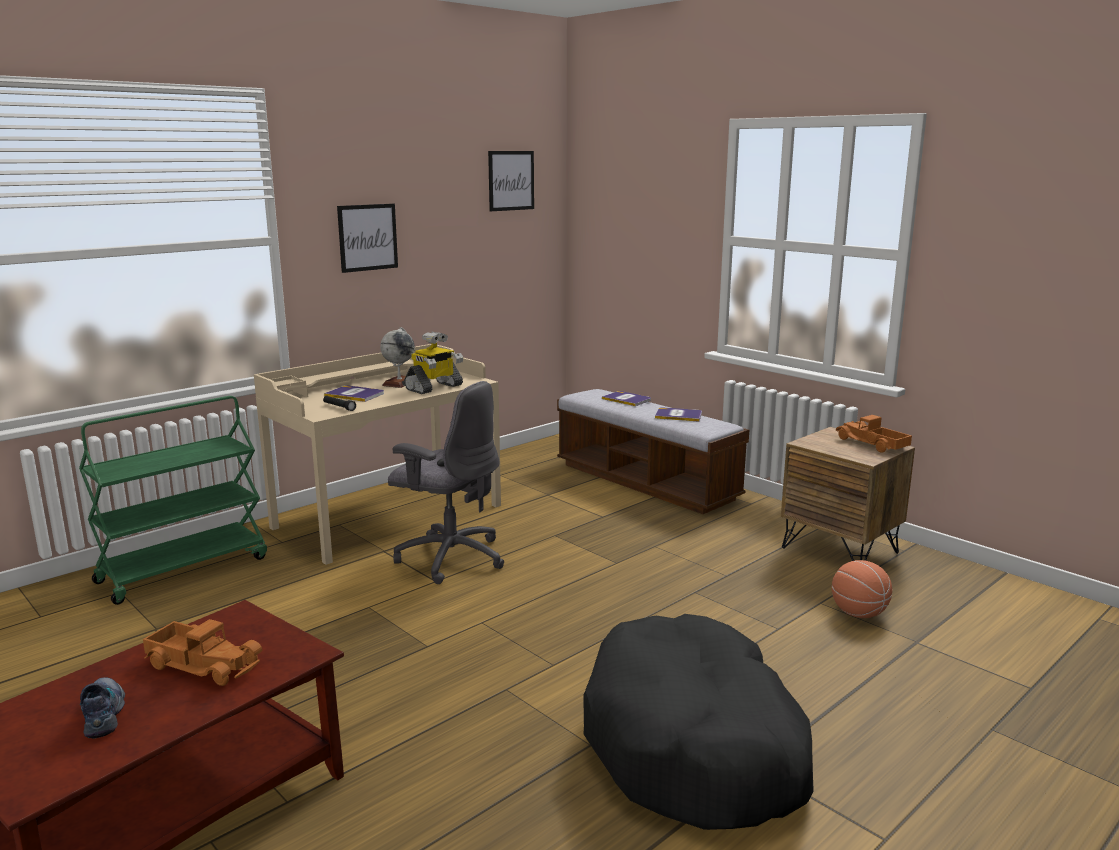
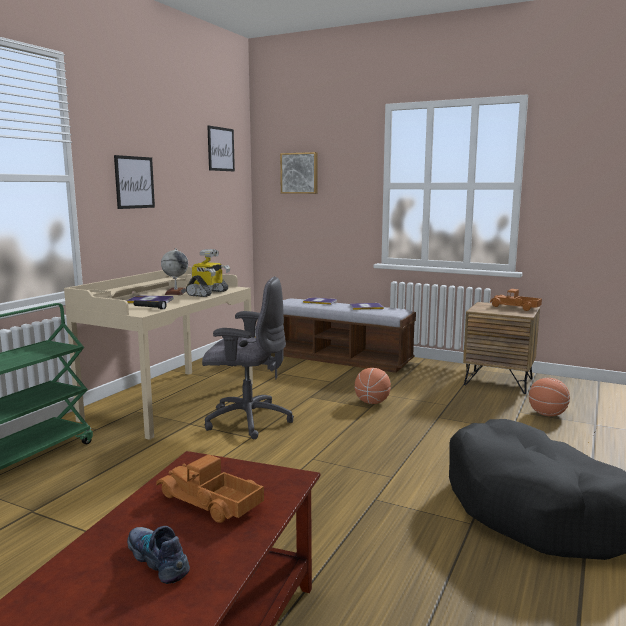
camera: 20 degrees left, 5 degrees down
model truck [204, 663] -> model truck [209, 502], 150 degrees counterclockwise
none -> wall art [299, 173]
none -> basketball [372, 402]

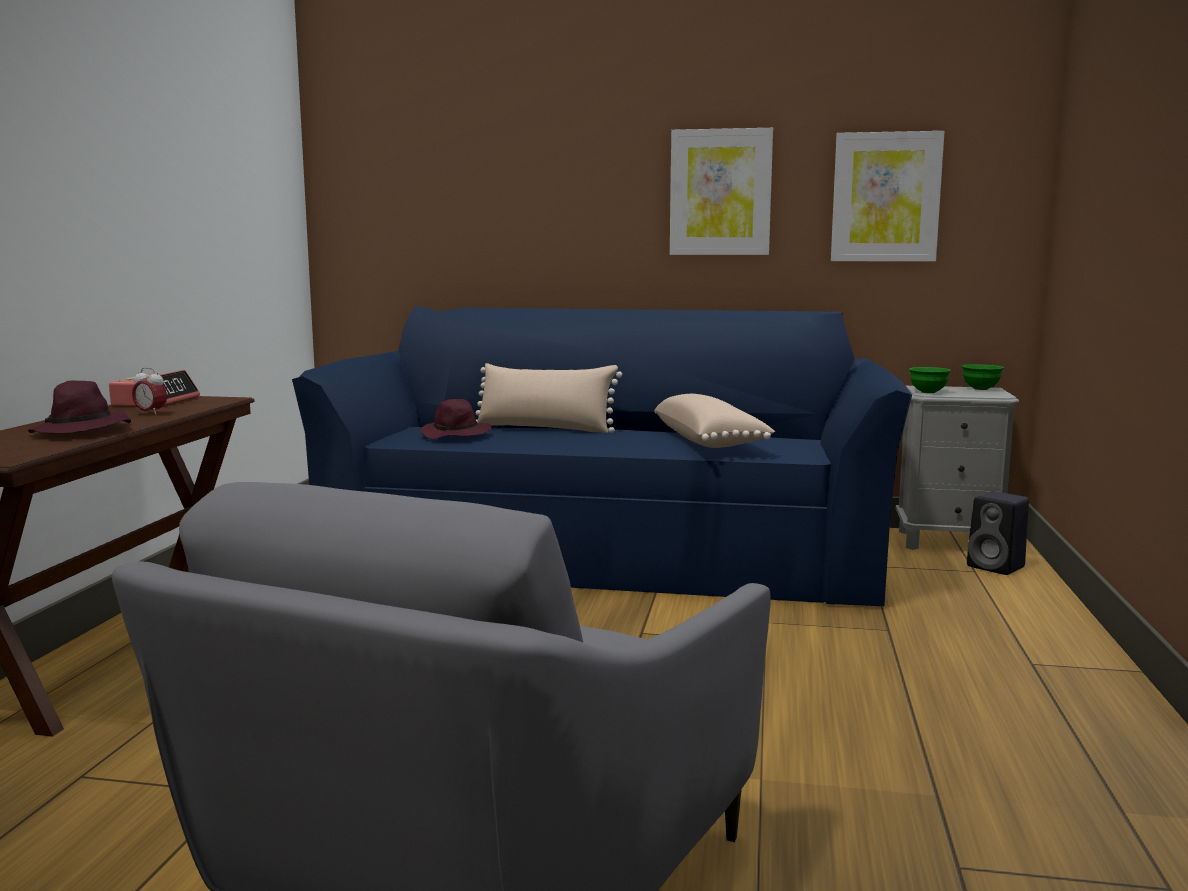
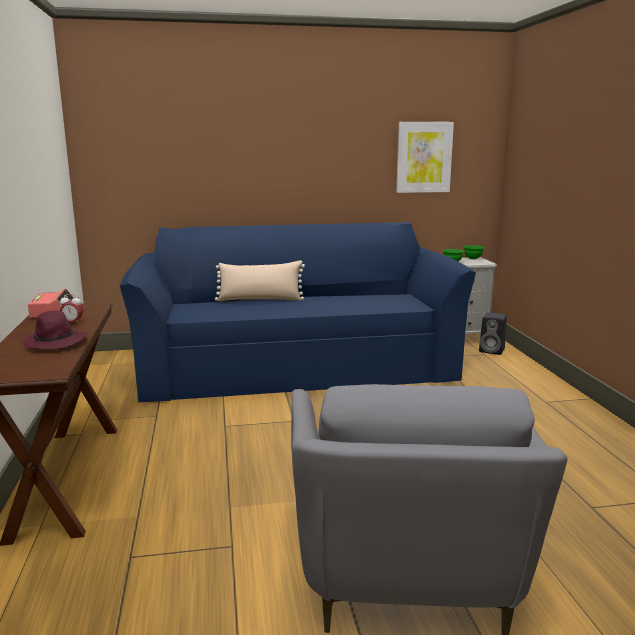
camera: 20 degrees left, 5 degrees up
wearable hat in purplish [456, 434] -> none
throw pillow in beige-coloured [710, 442] -> none
wall art [720, 192] -> none

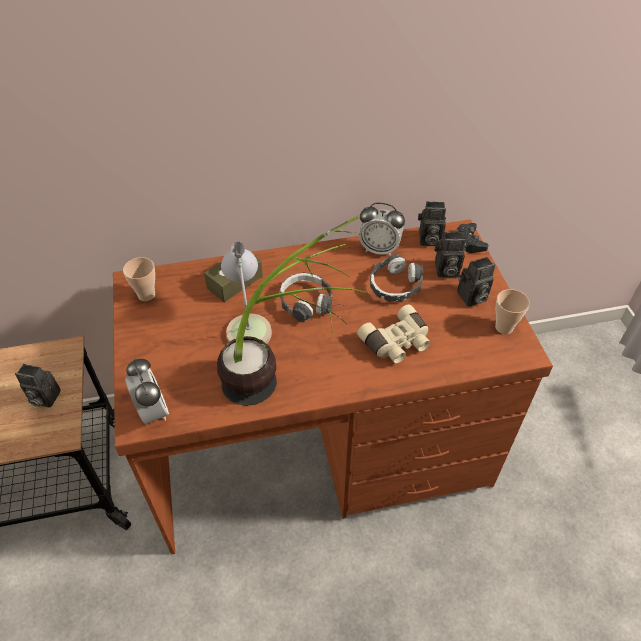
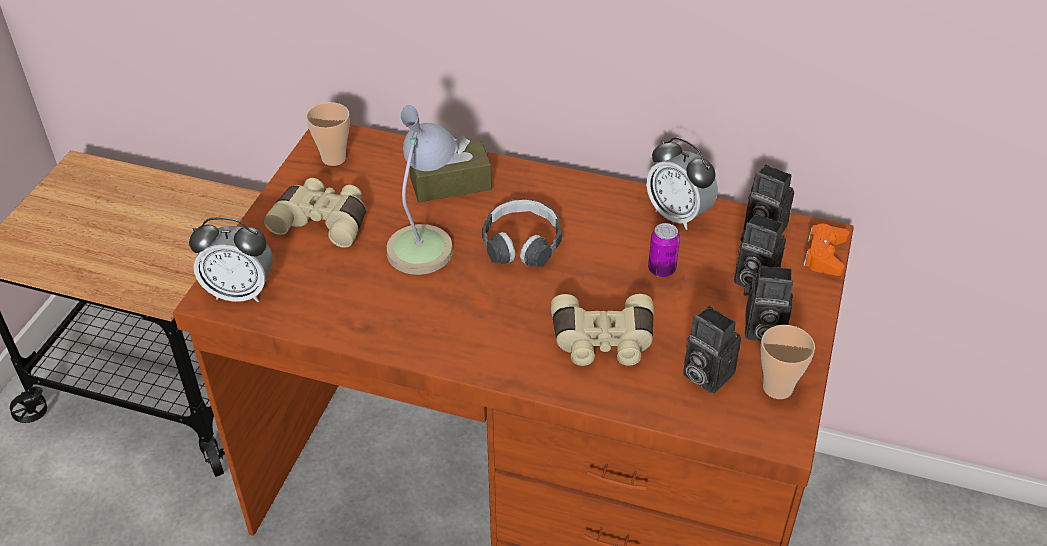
camera: 30 degrees right, 5 degrees down
photo camera [43, 398] -> photo camera [704, 374], move
alarm clock [152, 411] -> alarm clock [240, 292], 90 degrees clockwise
potted plant [282, 376] -> none
pair of headphones [395, 285] -> can [661, 270]
joypad in black-coloured [470, 242] -> joypad in orange-coloured [824, 255]
none -> pair of binoculars in beige-coloured [323, 221]

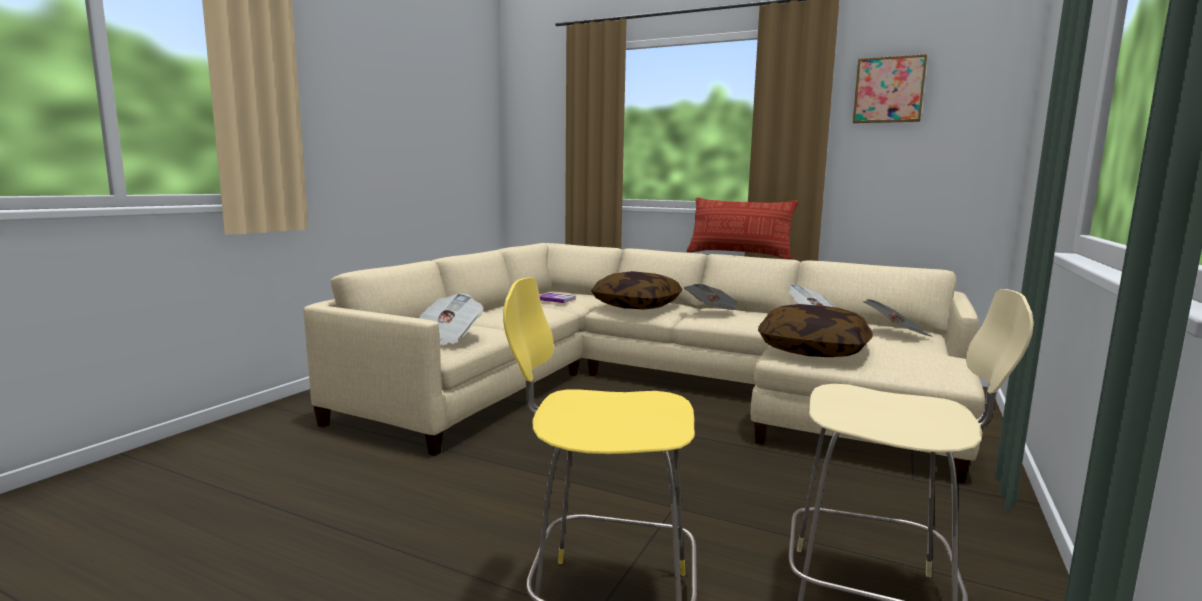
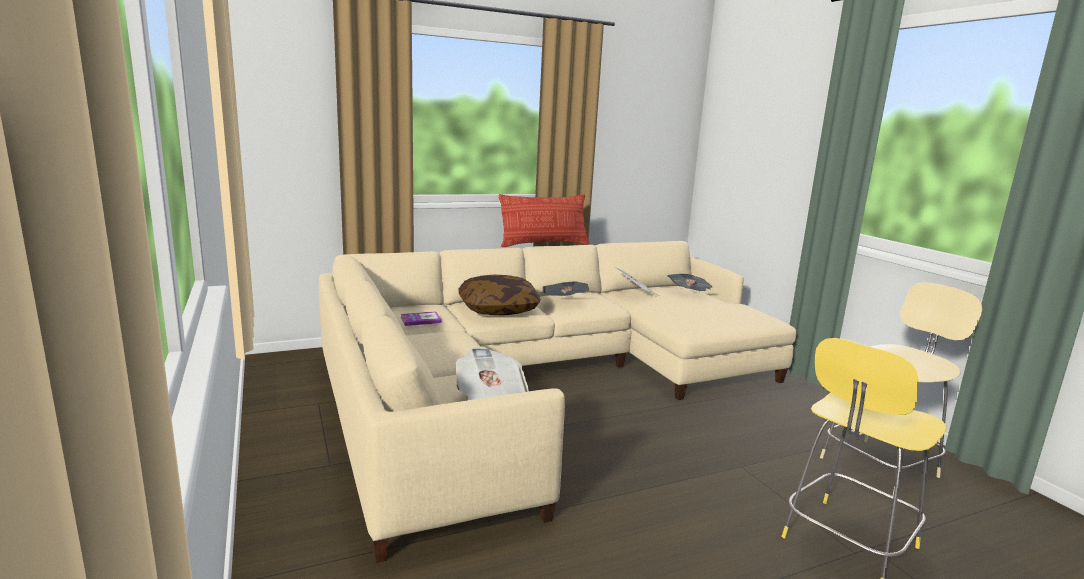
camera: 50 degrees left, 5 degrees up
throw pillow [813, 350] -> none
wall art [889, 90] -> none

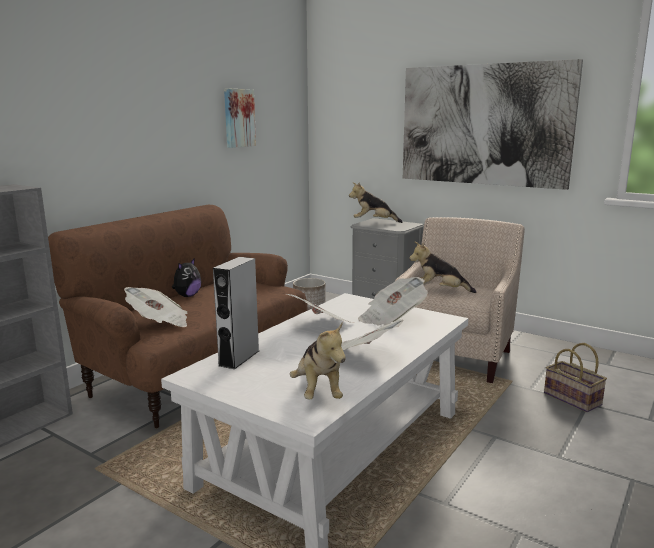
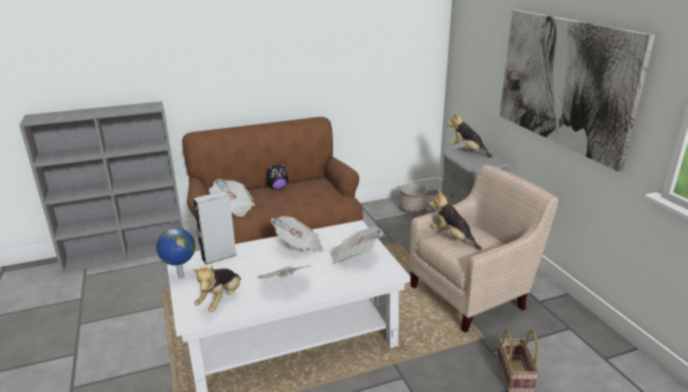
camera: 35 degrees right, 10 degrees up
wall art [238, 118] -> none
none -> desk globe [180, 277]

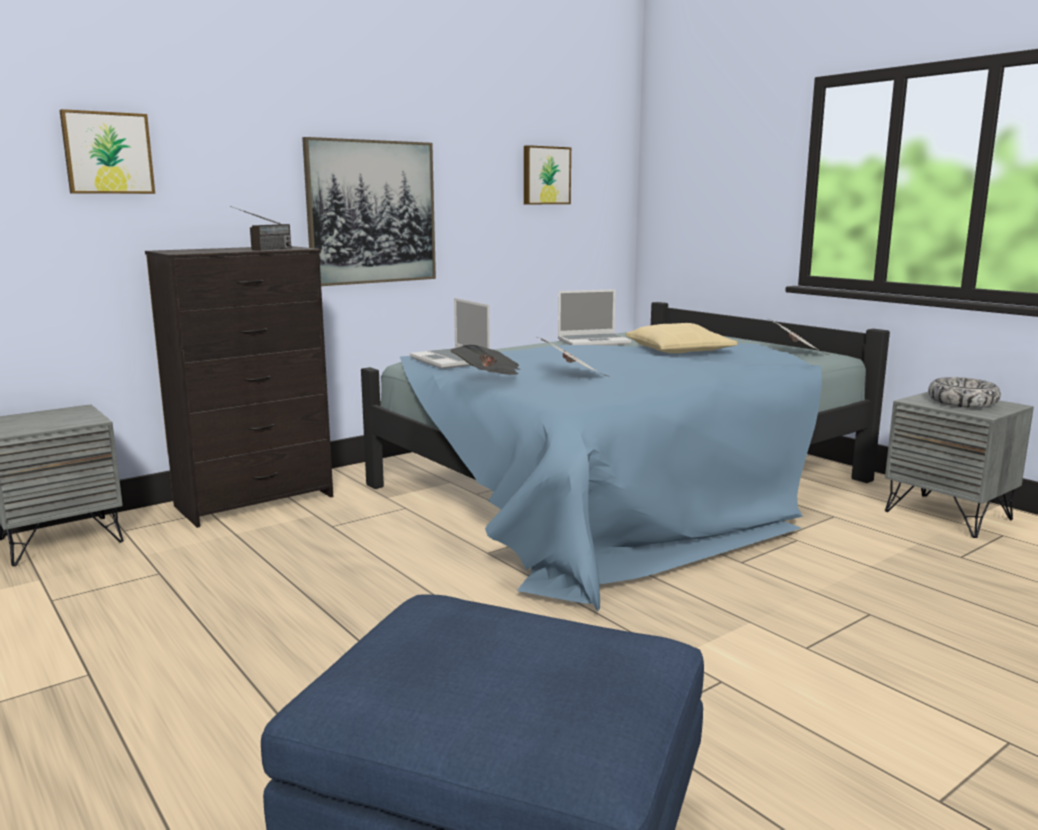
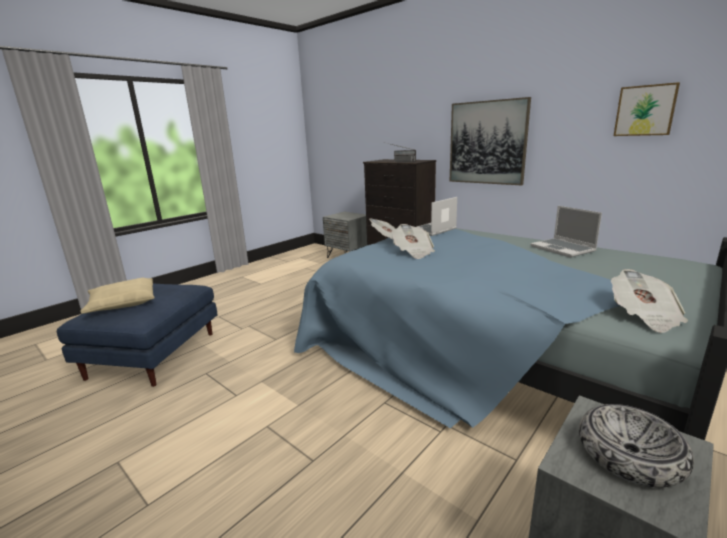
camera: 80 degrees right, 5 degrees up
wall art [107, 153] -> none
throw pillow in beige-coloured [679, 351] -> throw pillow in beige-coloured [122, 303], move

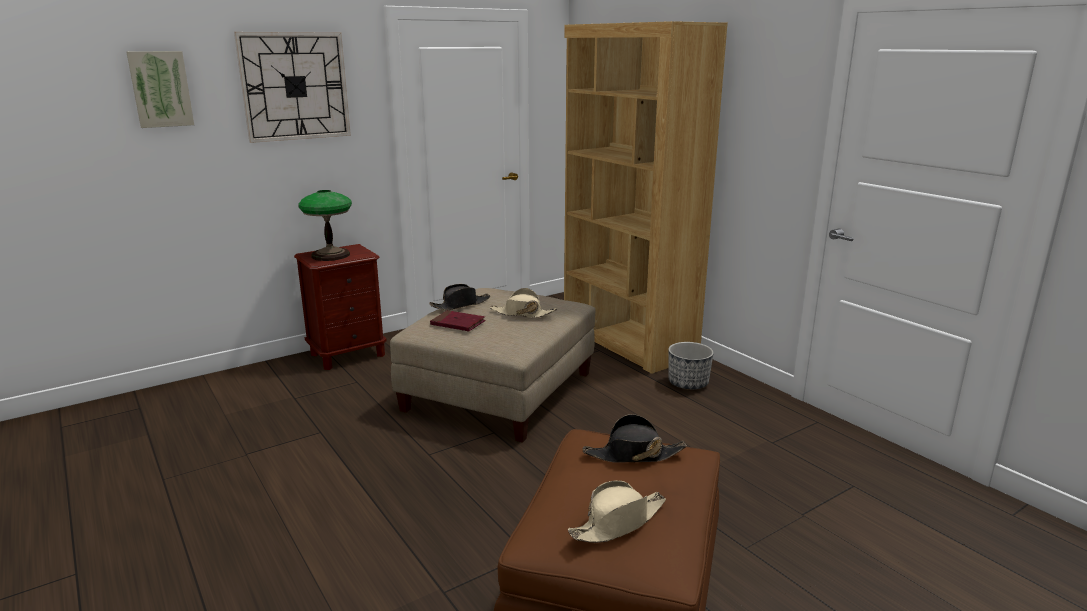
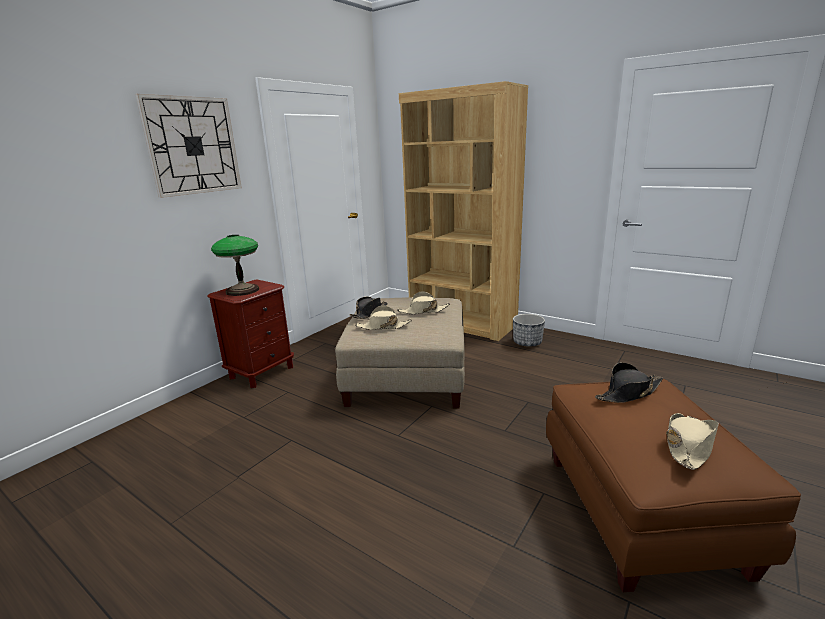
camera: 20 degrees left, 0 degrees up
wall art [160, 89] -> none
bound book in red-coloured [458, 323] -> wearable hat in beige-coloured [383, 326]

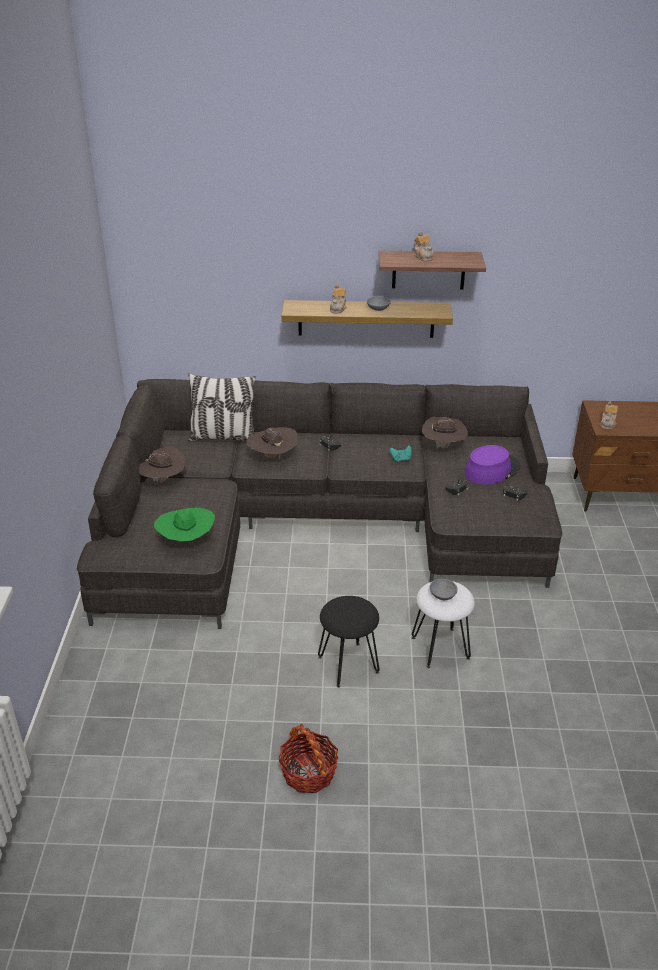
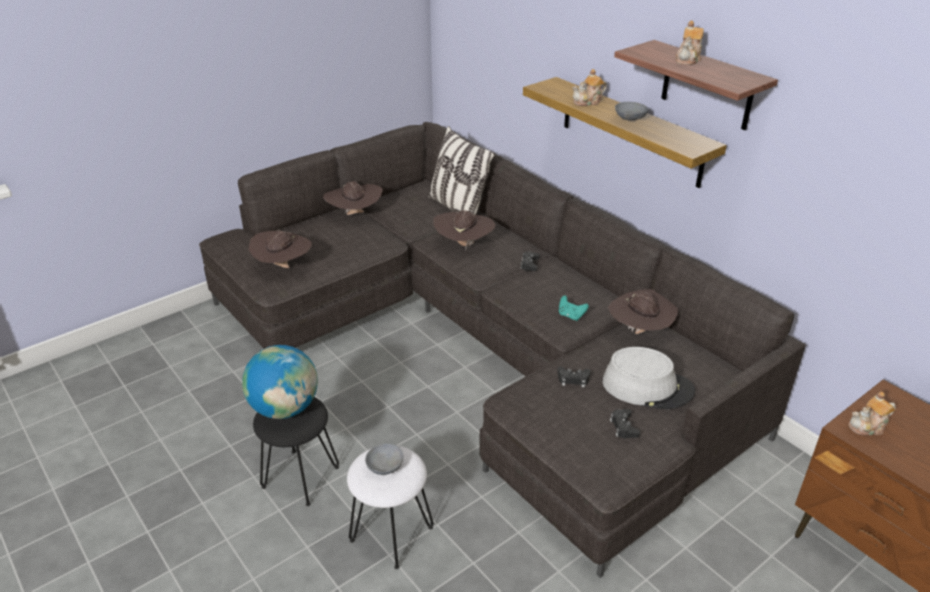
camera: 50 degrees right, 0 degrees up
wearable hat in greenish [186, 541] -> wearable hat in brownish [283, 267]
basket [308, 772] -> none
wearable hat in purplish [491, 470] -> wearable hat in greyish [647, 387]
none -> desk globe [285, 408]

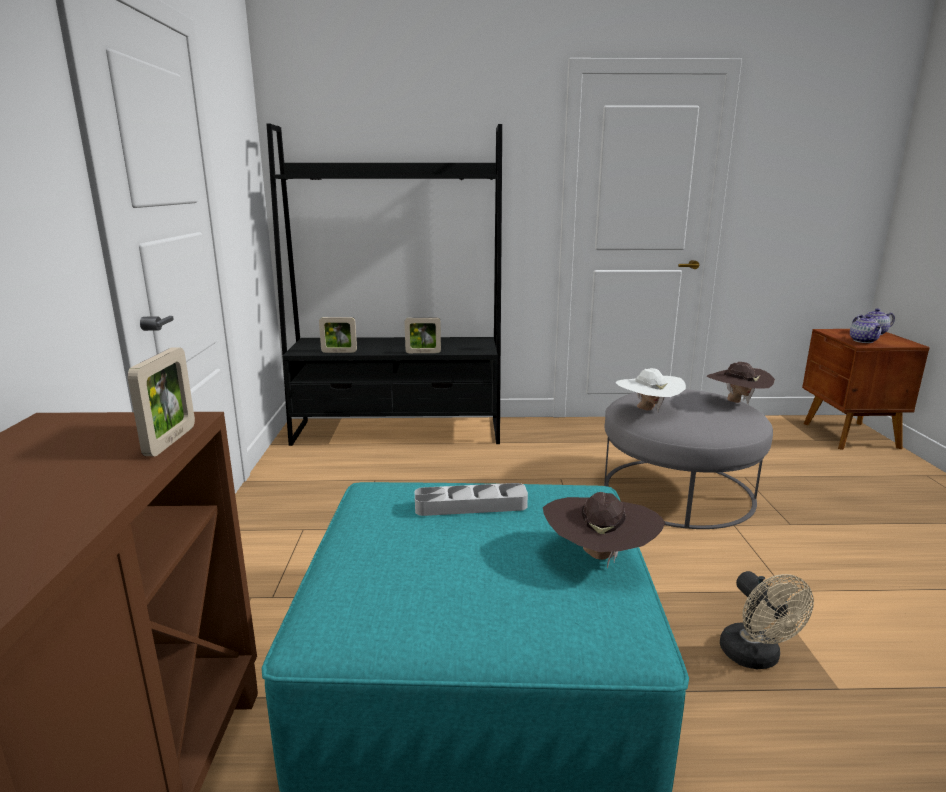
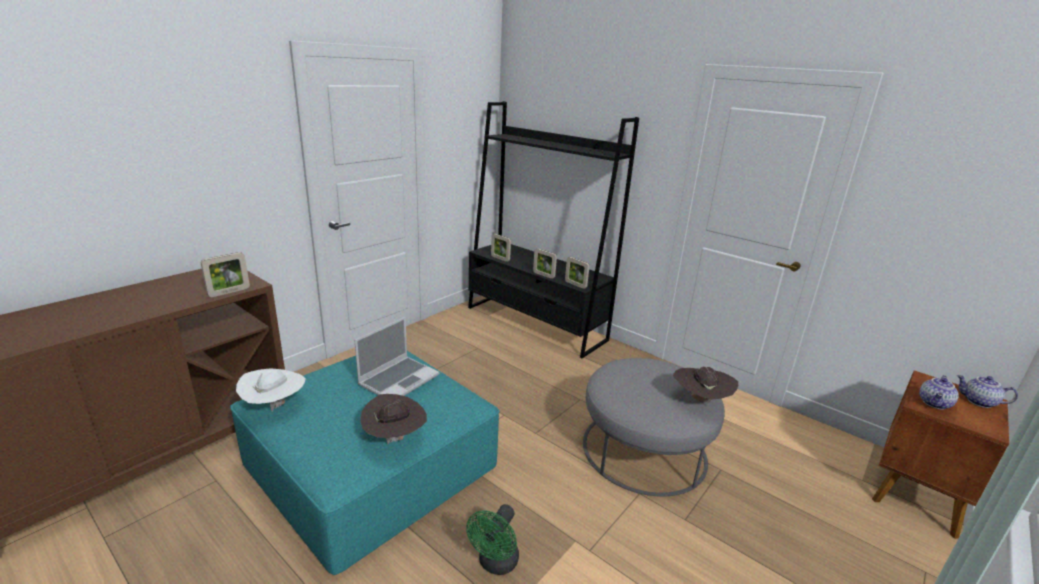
camera: 40 degrees right, 5 degrees up
tray in greyish [471, 505] -> portable computer [399, 379]
wearable hat in white [647, 410] -> wearable hat in white [275, 405], move
cooling fan in beige-coloured [755, 658] -> cooling fan in greenish [495, 564]
none -> standing frame [575, 284]

